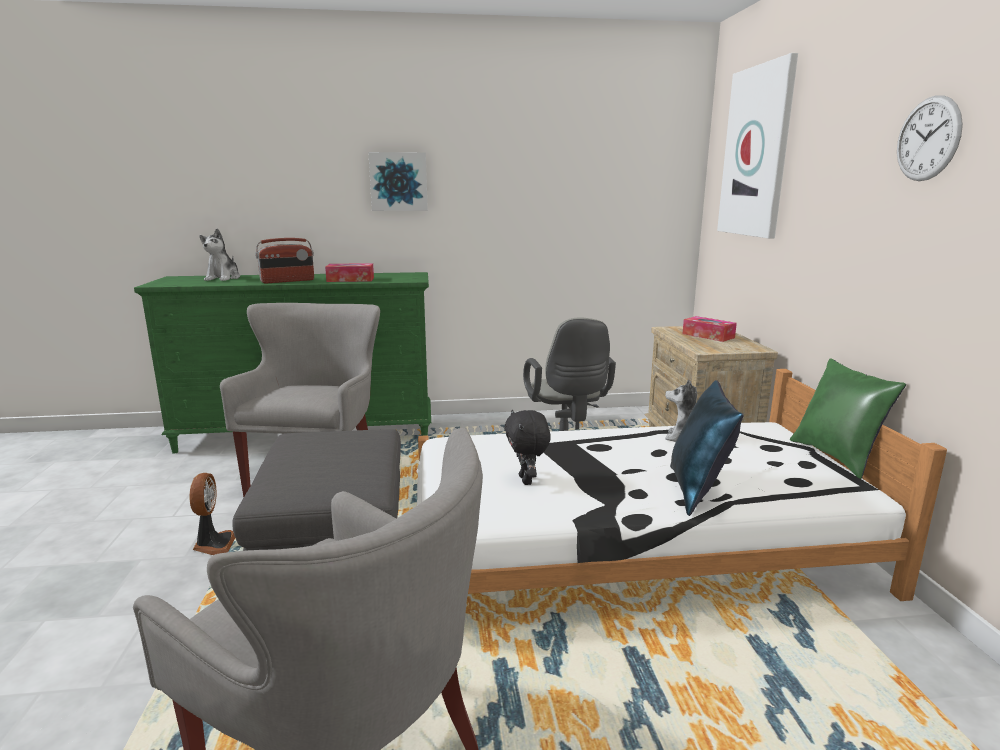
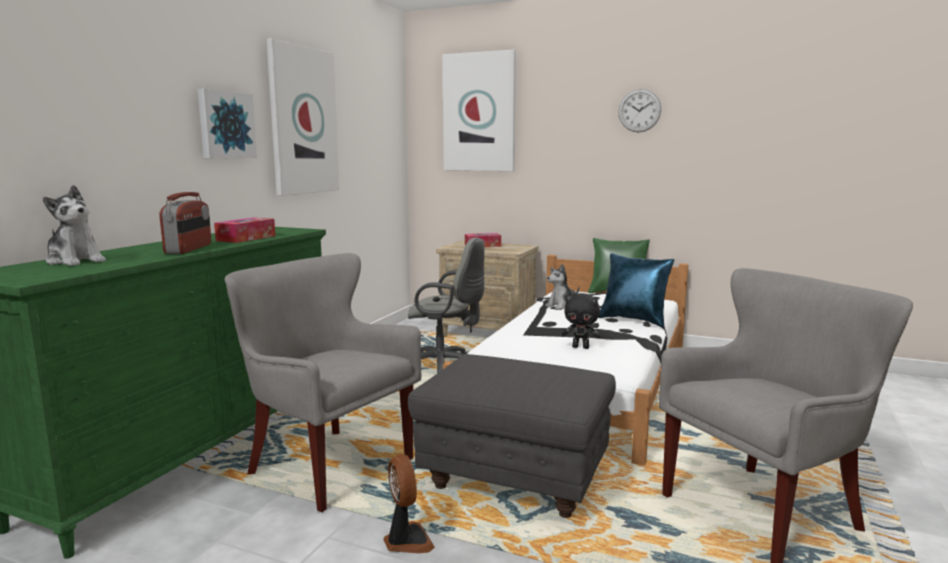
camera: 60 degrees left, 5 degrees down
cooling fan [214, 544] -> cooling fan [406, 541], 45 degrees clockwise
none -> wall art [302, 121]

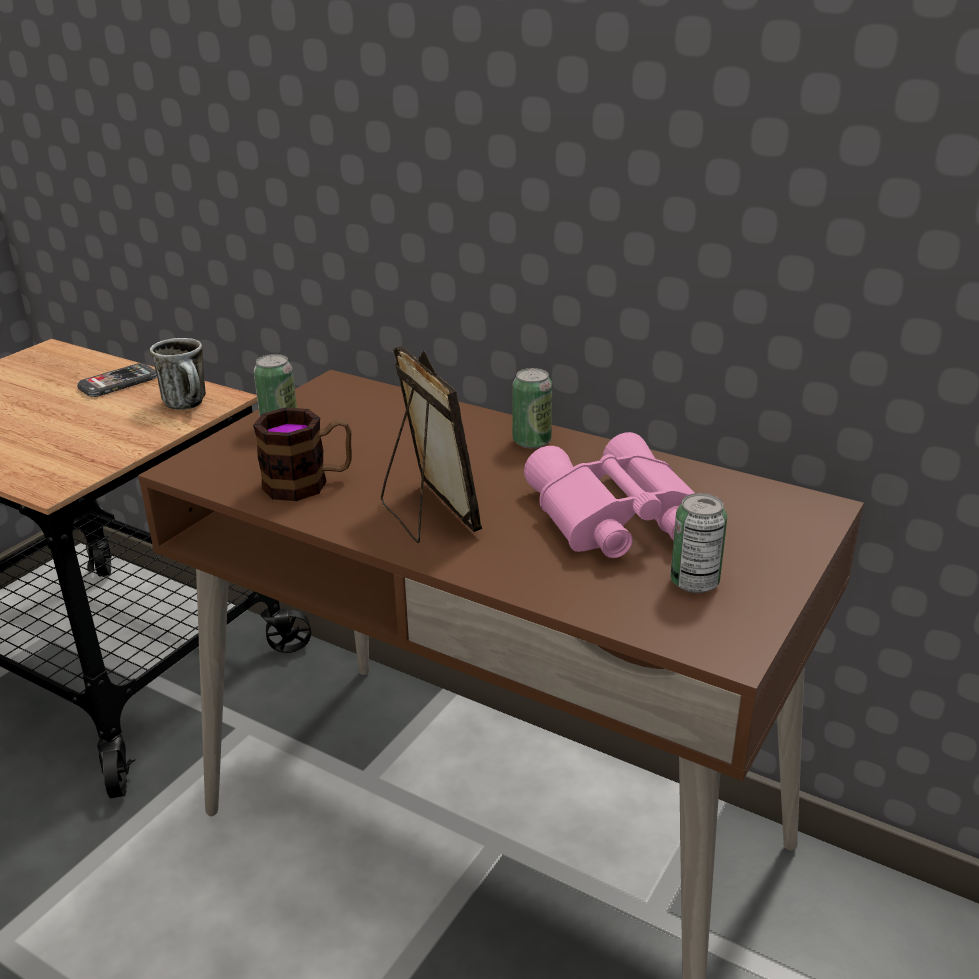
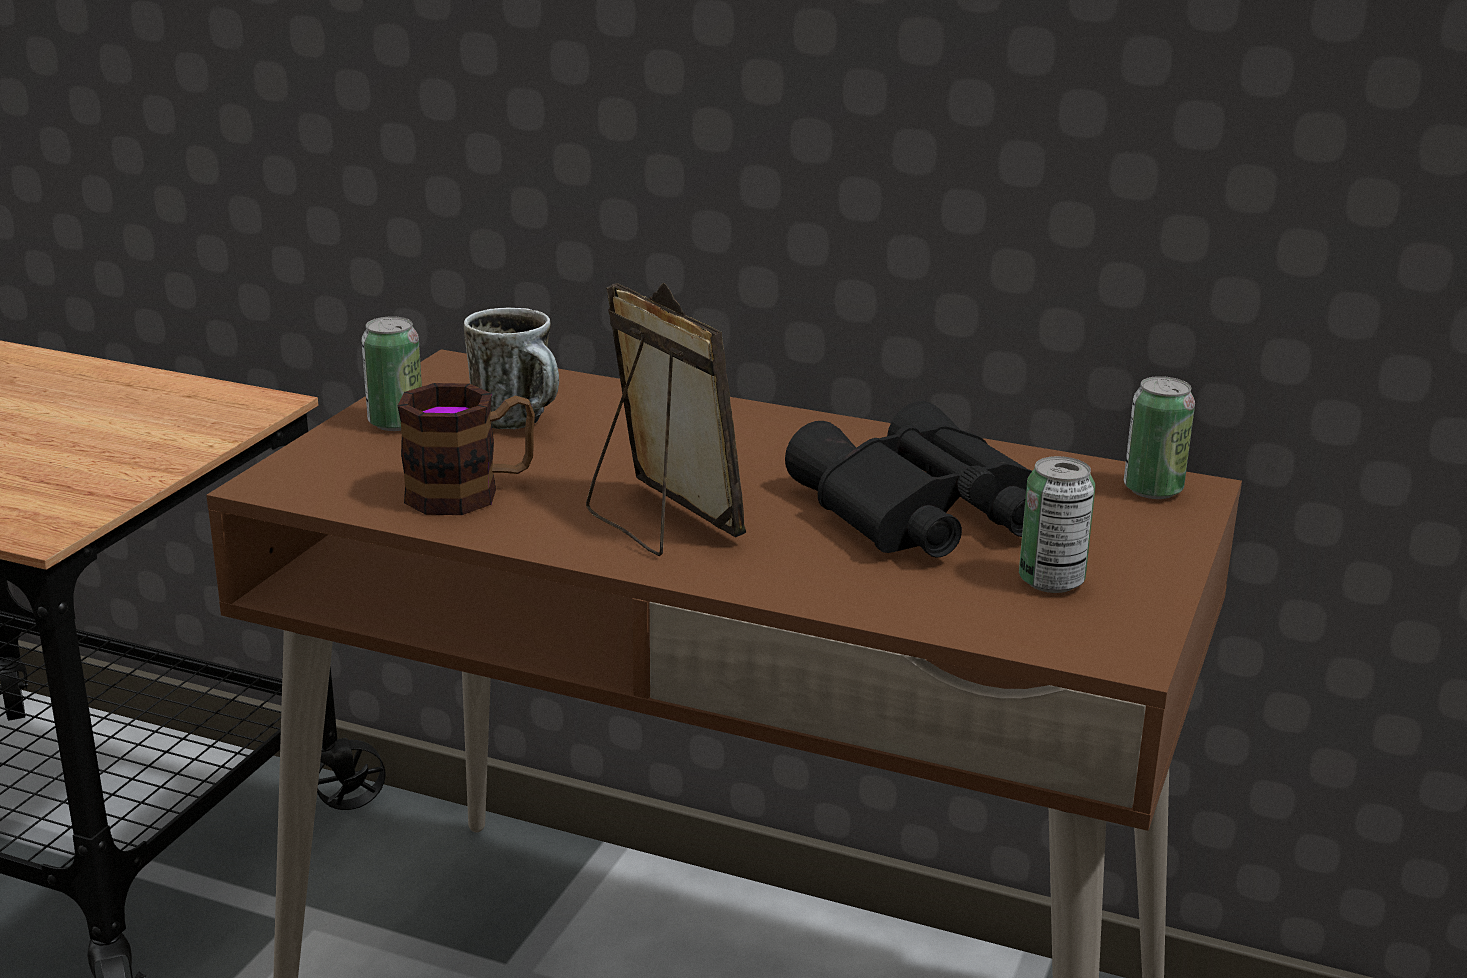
camera: 10 degrees left, 5 degrees down
telephone [118, 383] -> none
mug [190, 405] -> mug [521, 422], move
can [531, 442] -> can [1152, 489], move
pair of binoculars in pink-coloured [612, 518] -> pair of binoculars in black-coloured [917, 514]

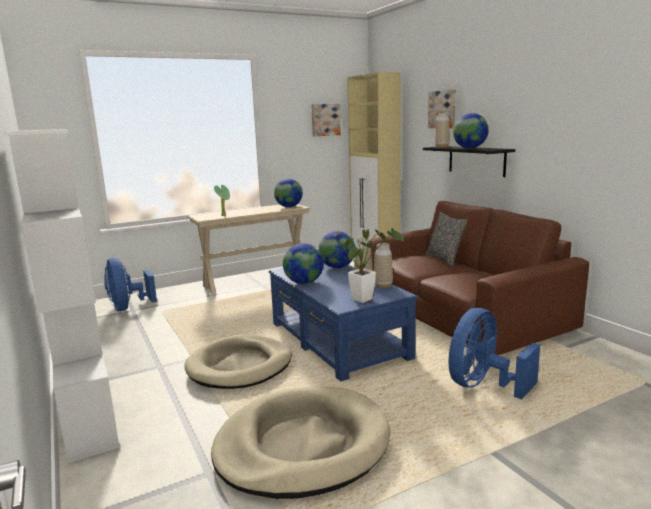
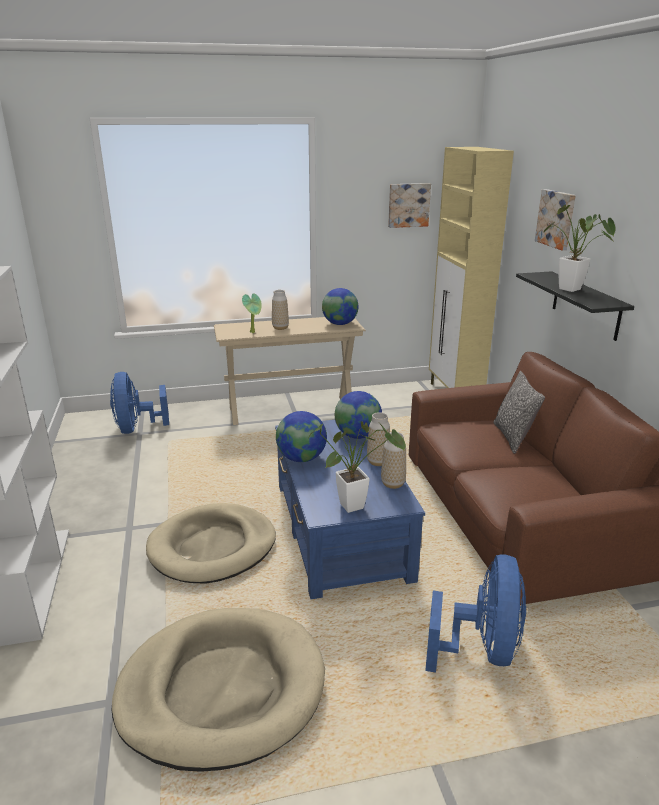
camera: 15 degrees right, 10 degrees up
decorative vase [442, 147] -> decorative vase [280, 328], move
cooling fan in bluish [483, 385] -> cooling fan in bluish [481, 649], 135 degrees clockwise
desk globe [469, 148] -> potted plant [573, 290]

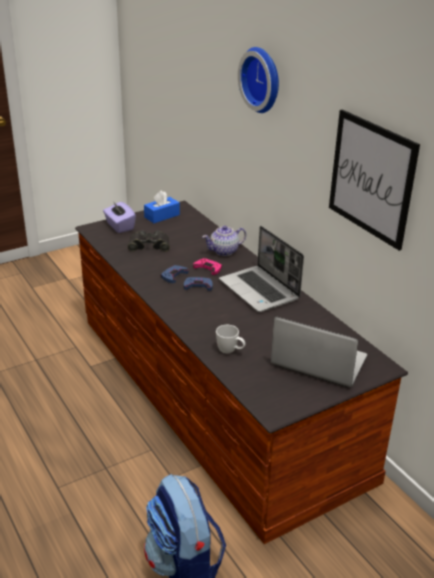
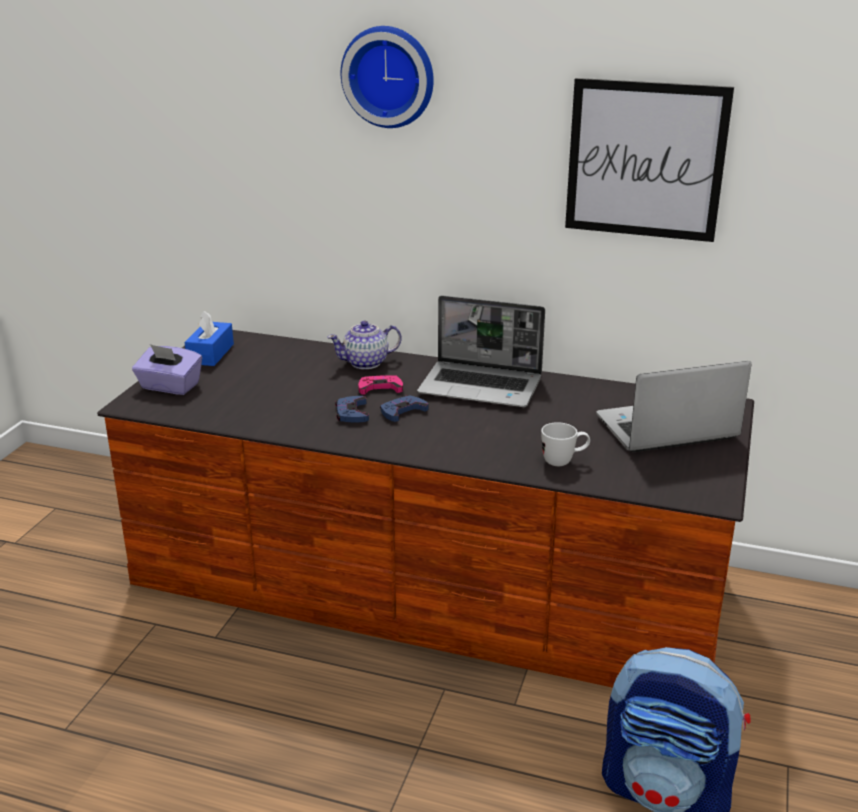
camera: 40 degrees left, 5 degrees down
pair of binoculars in black-coloured [149, 245] -> none
pot for tea [224, 251] -> pot for tea [366, 363], 45 degrees clockwise

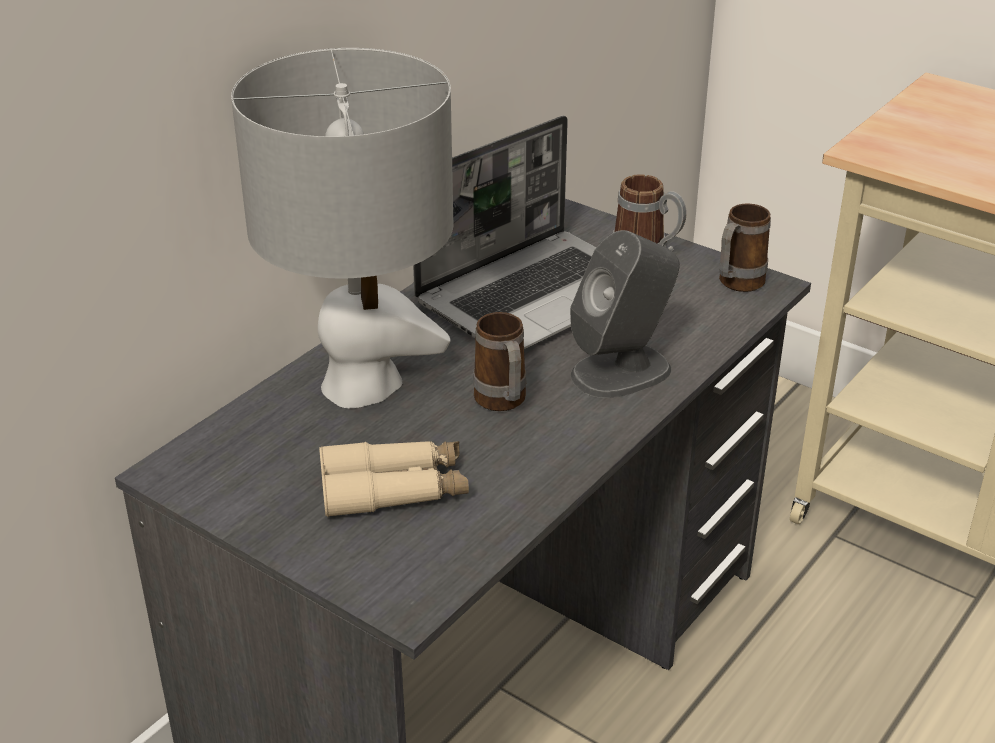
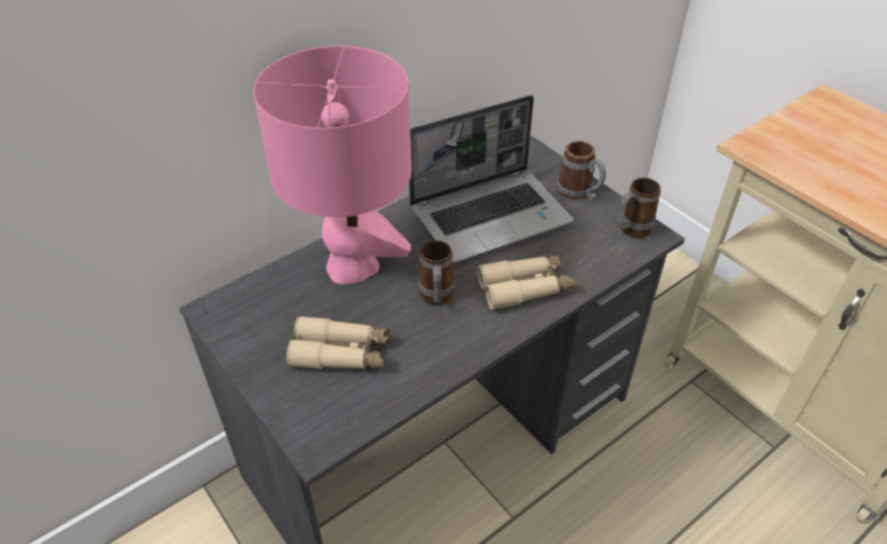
camera: 15 degrees right, 10 degrees up
table lamp in greyish [362, 385] -> table lamp in pink-coloured [353, 266]
speaker in greyish [622, 371] -> pair of binoculars in beige-coloured [525, 288]

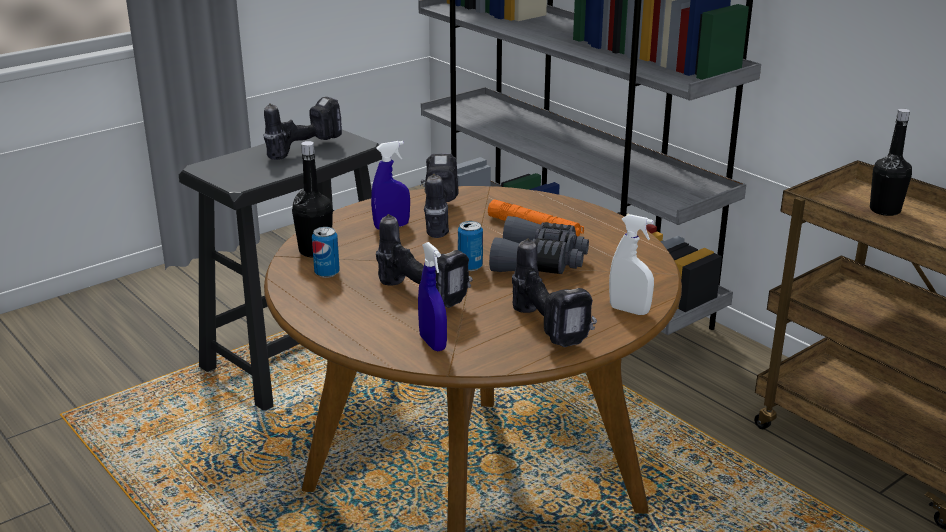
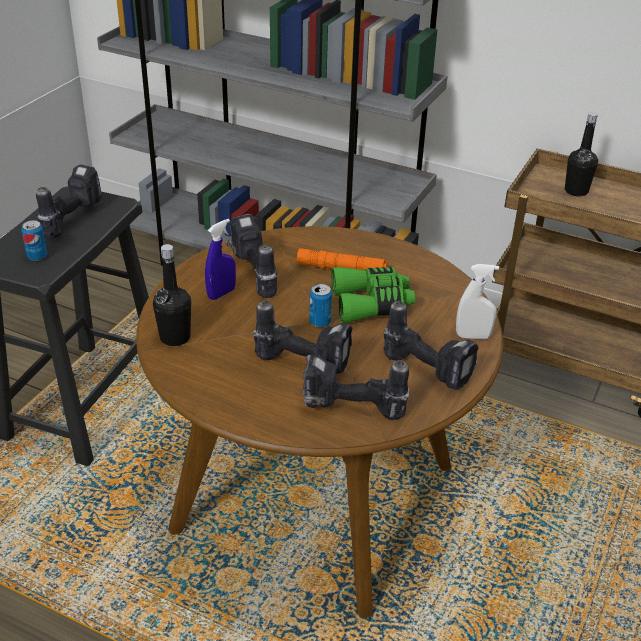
camera: 25 degrees left, 10 degrees up
can [327, 273] -> can [37, 256], move
hand sprayer in bluish [432, 343] -> electric drill [350, 412]
pair of binoculars in greyish [540, 262] -> pair of binoculars in greenish [372, 304]

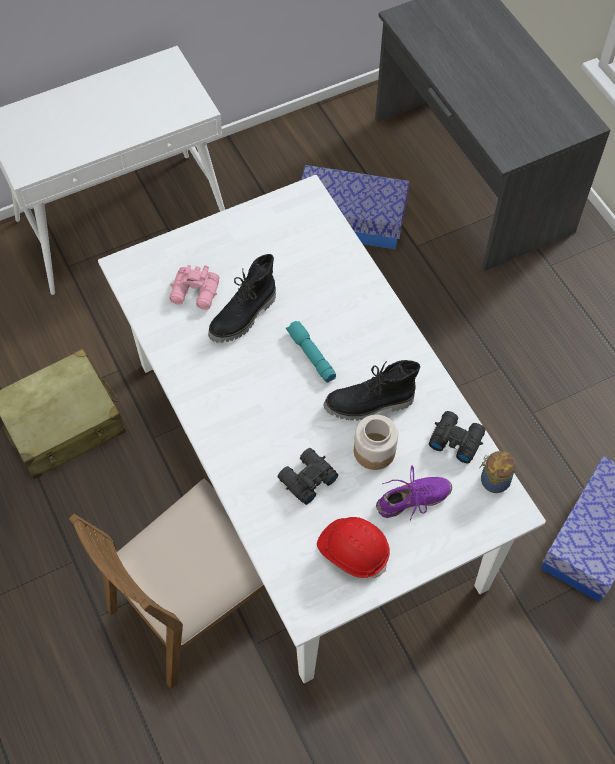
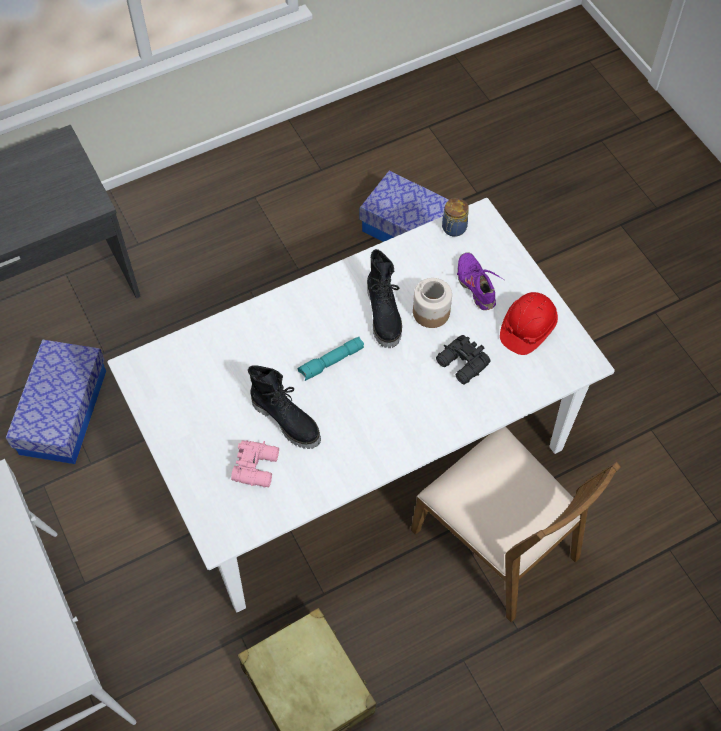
camera: 90 degrees left, 0 degrees up
pair of binoculars in black-coloured [455, 439] -> none

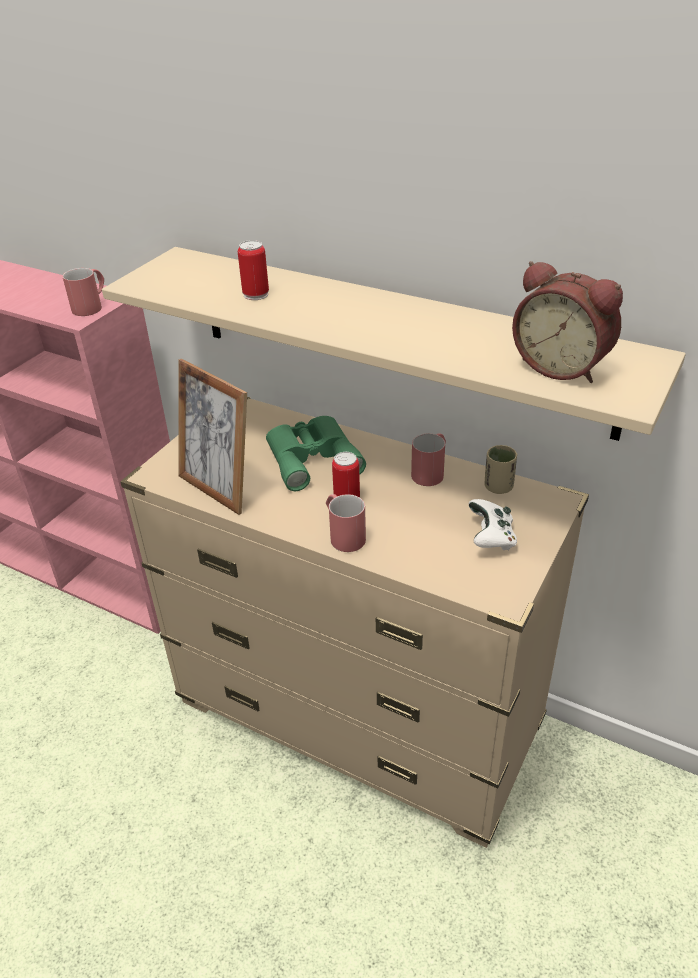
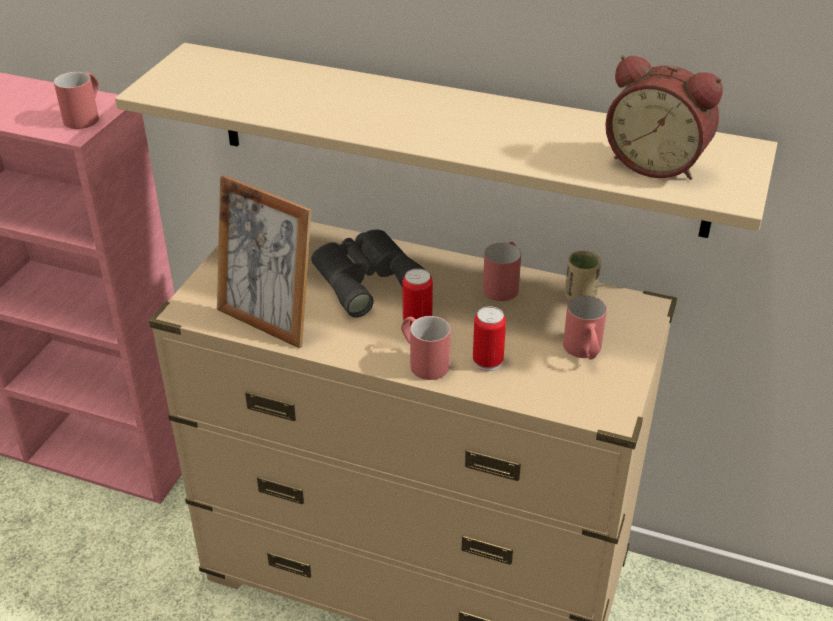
camera: 10 degrees left, 0 degrees up
can [256, 294] -> can [487, 361], move
pair of binoculars in greenish [312, 457] -> pair of binoculars in greyish [366, 277]
joypad in white [491, 538] -> mug in red-coloured [584, 353]

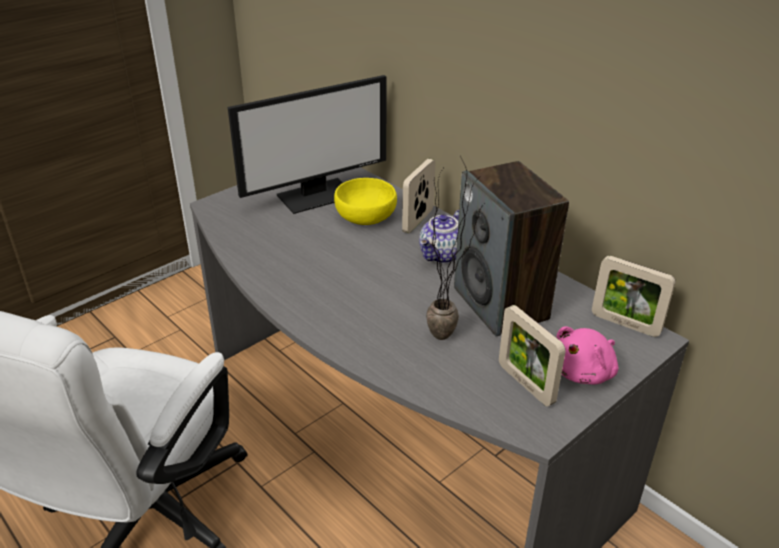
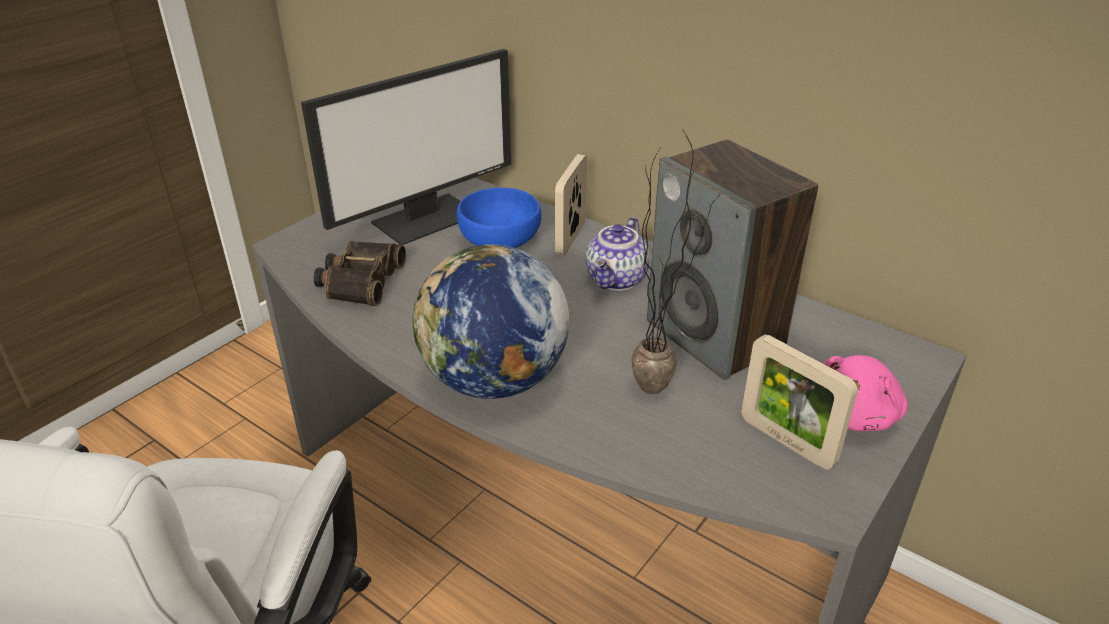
camera: 10 degrees left, 0 degrees up
serving bowl in yellow-coloured [364, 216] -> serving bowl in bluish [499, 240]
standing frame [625, 324] -> none
none -> pair of binoculars [360, 281]
none -> desk globe [493, 381]

